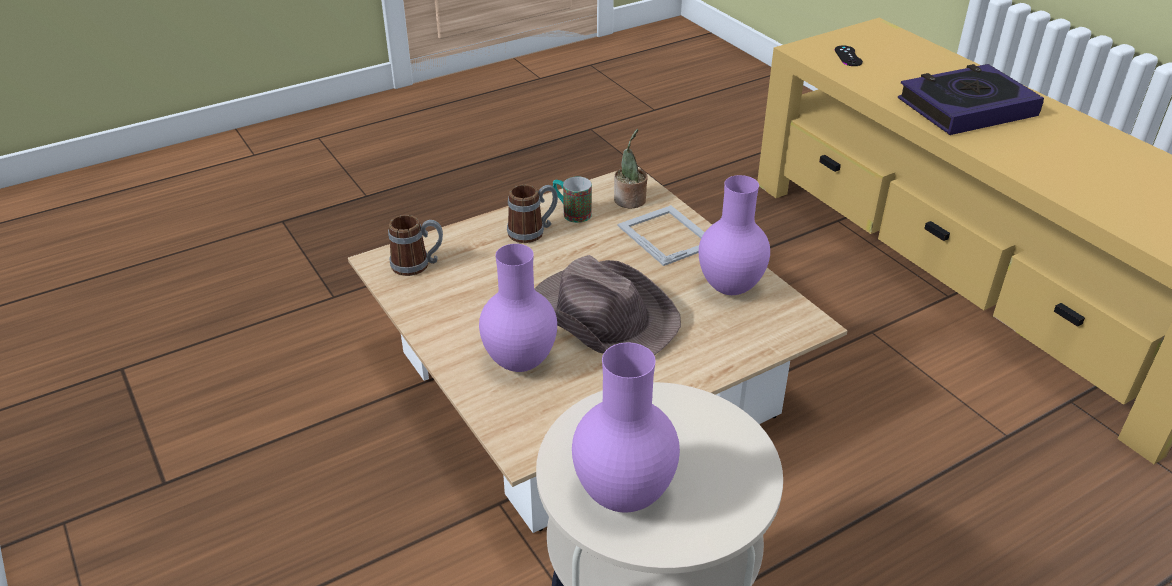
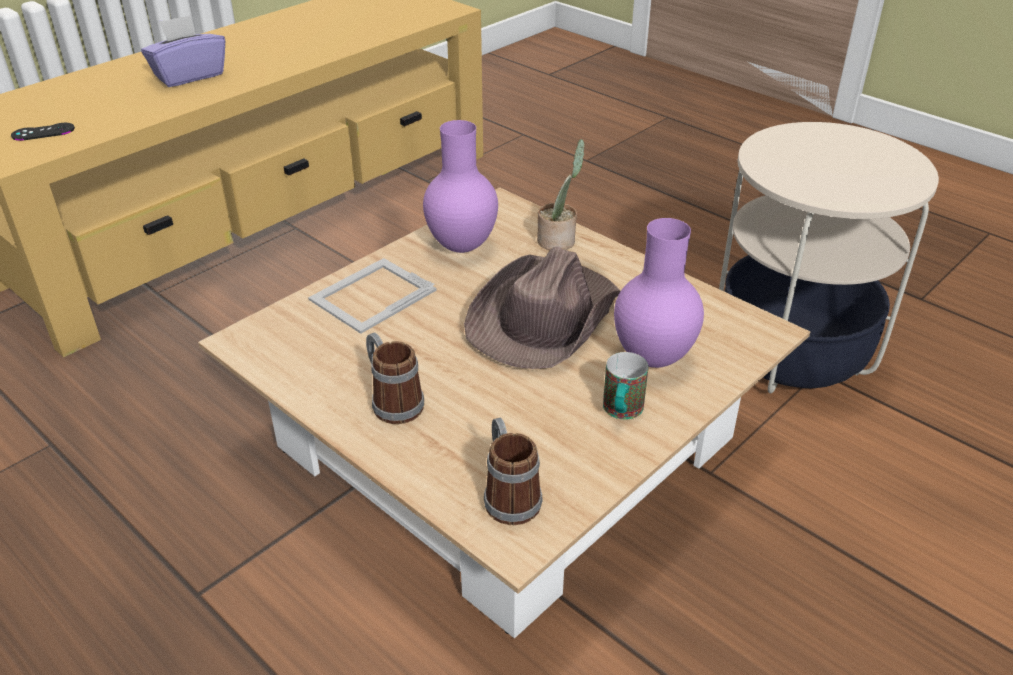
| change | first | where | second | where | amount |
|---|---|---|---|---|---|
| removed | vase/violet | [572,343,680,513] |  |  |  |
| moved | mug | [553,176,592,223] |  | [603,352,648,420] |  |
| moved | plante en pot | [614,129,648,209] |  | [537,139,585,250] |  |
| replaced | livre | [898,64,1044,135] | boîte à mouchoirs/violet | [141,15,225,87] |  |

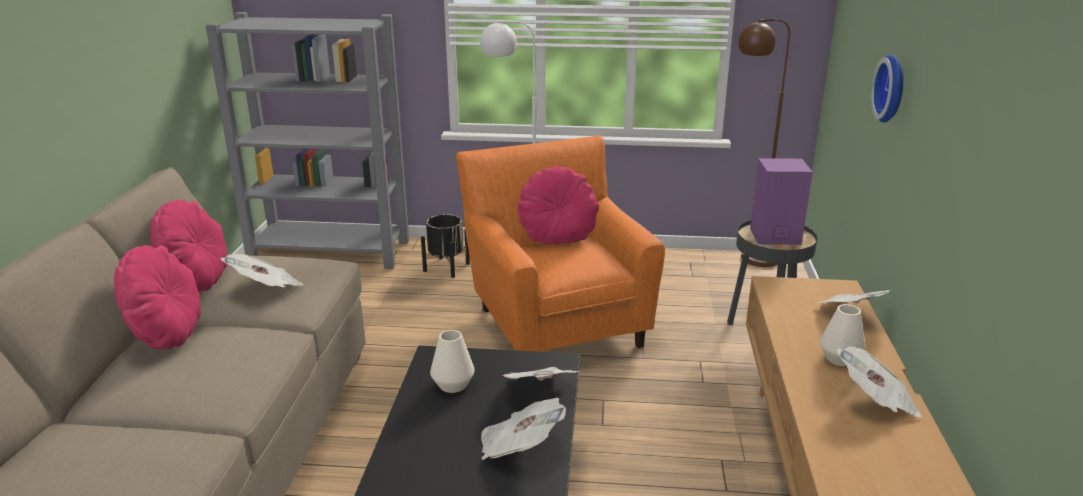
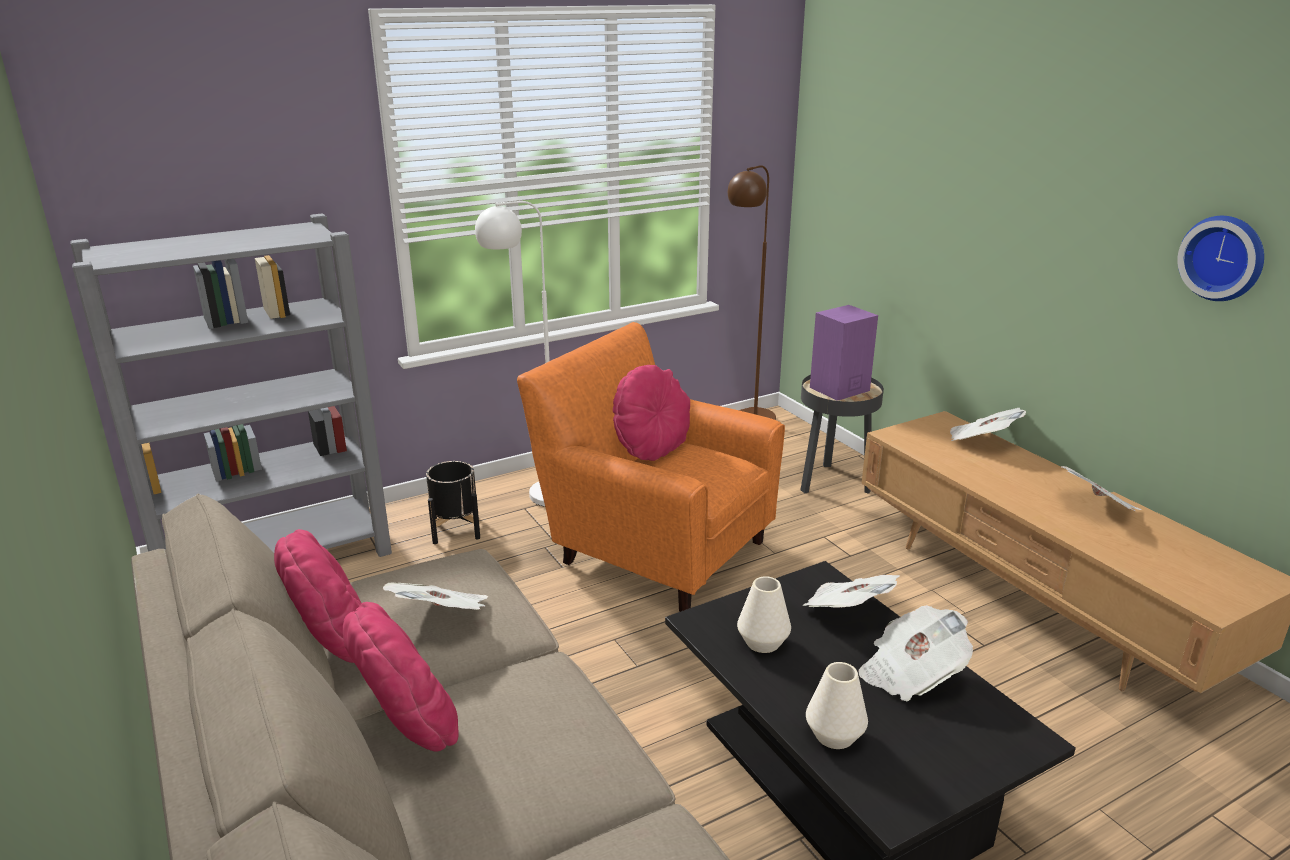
| change | first | where | second | where | amount |
|---|---|---|---|---|---|
| moved | vase/blanc | [820,304,866,366] |  | [806,662,868,749] |  |
| moved | horloge murale | [871,54,903,123] |  | [1177,216,1264,301] |  |

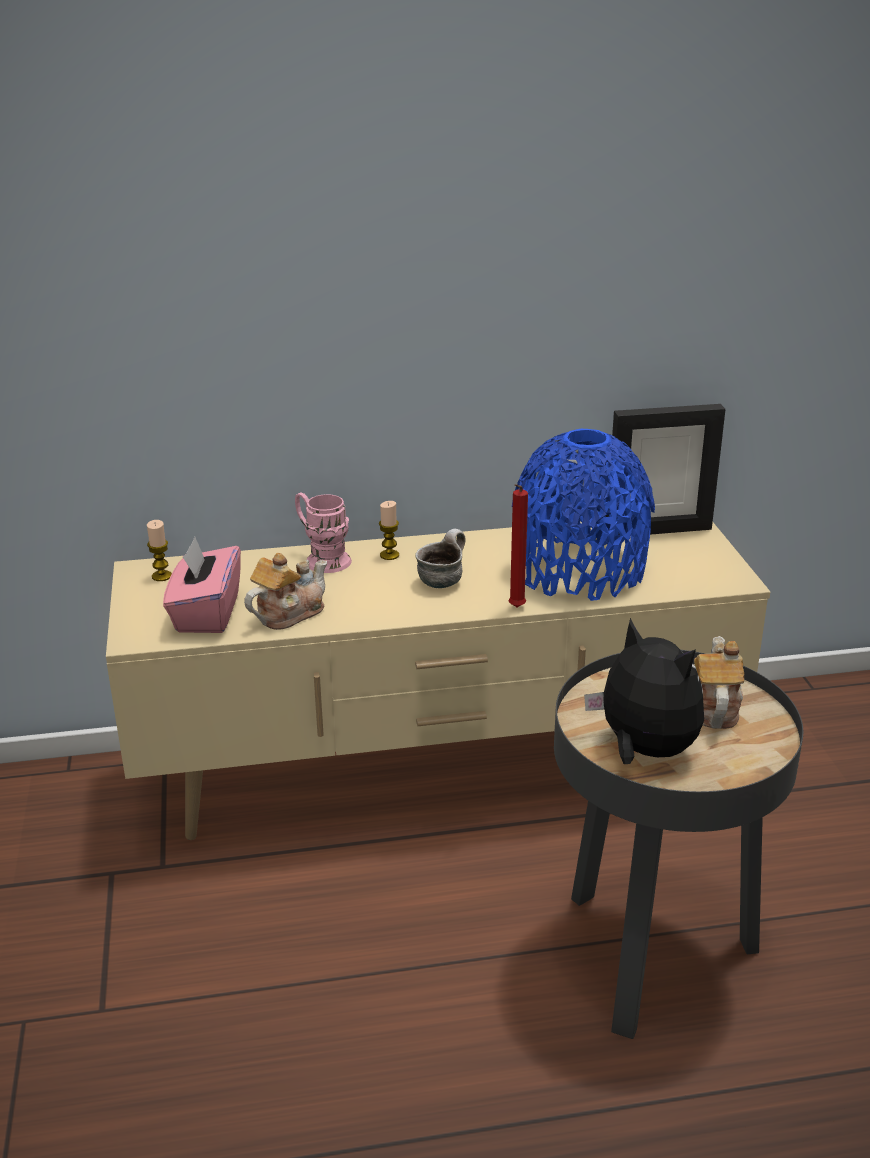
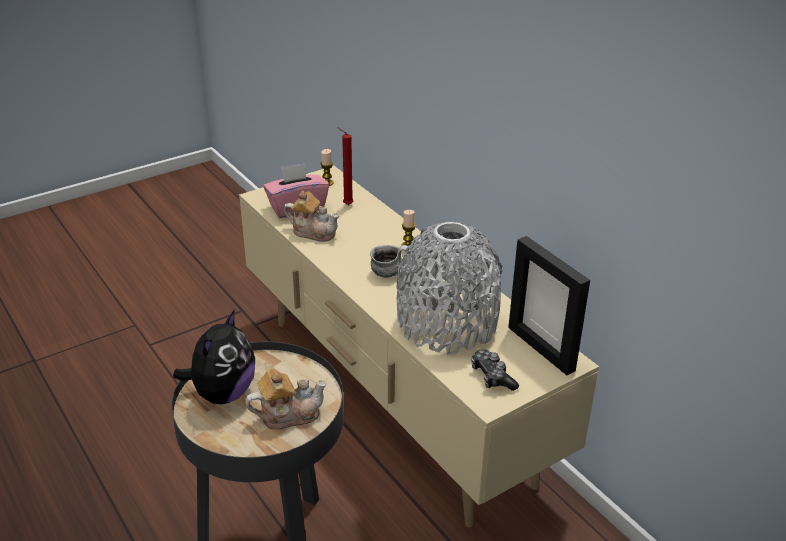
| change | first | where | second | where | amount |
|---|---|---|---|---|---|
| removed | mug/rose | [295,492,352,573] |  |  |  |
| added |  |  | manette | [471,349,519,391] |  |
| moved | bougie/rouge | [508,484,528,607] |  | [337,127,354,205] |  |
| recoloured | vase/bleu | [512,429,655,601] | vase/gris | [397,222,502,355] |  |

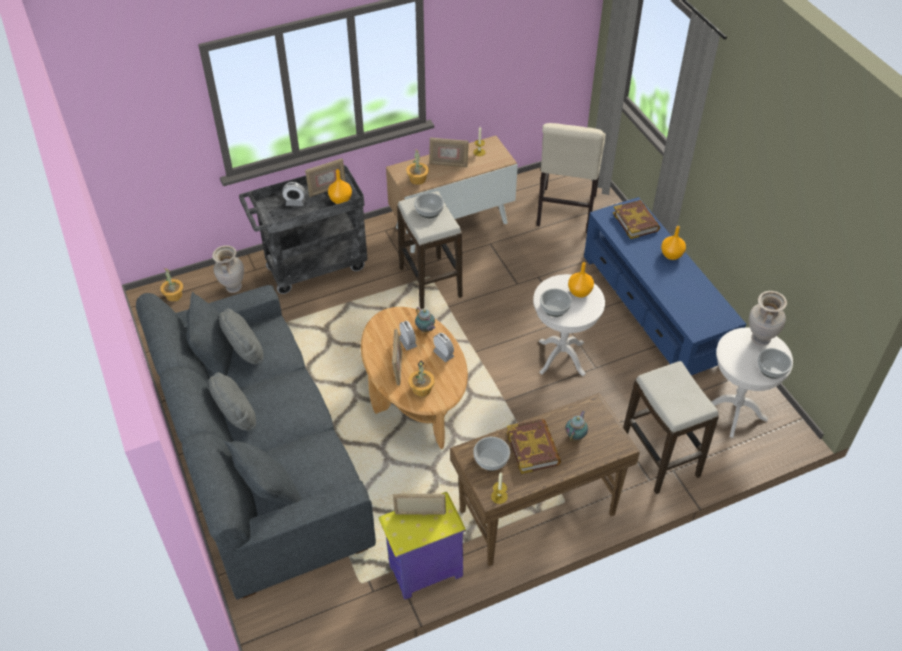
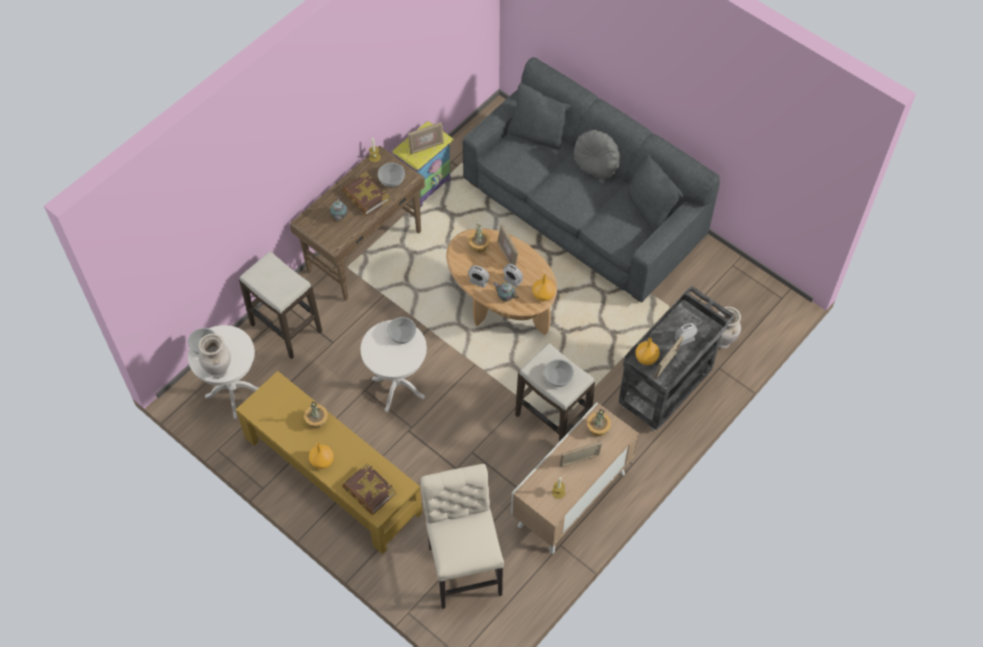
| change | first | where | second | where | amount |
|---|---|---|---|---|---|
| removed | coussin/gris | [219,309,263,365] |  |  |  |
| moved | plante en pot | [160,268,183,302] |  | [304,401,328,429] |  |
| moved | vase/orange | [568,262,594,298] |  | [532,274,555,301] |  |
| recoloured | meuble télé/bleu | [584,197,746,375] | meuble télé/jaune | [236,371,422,554] |  |

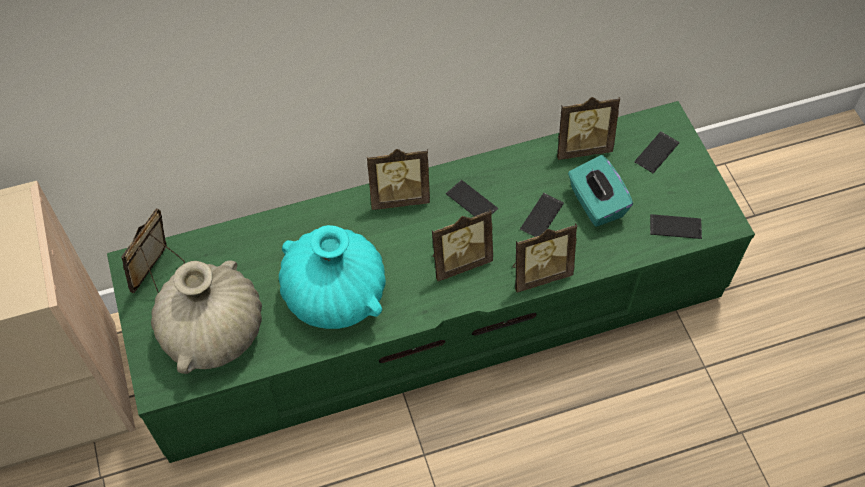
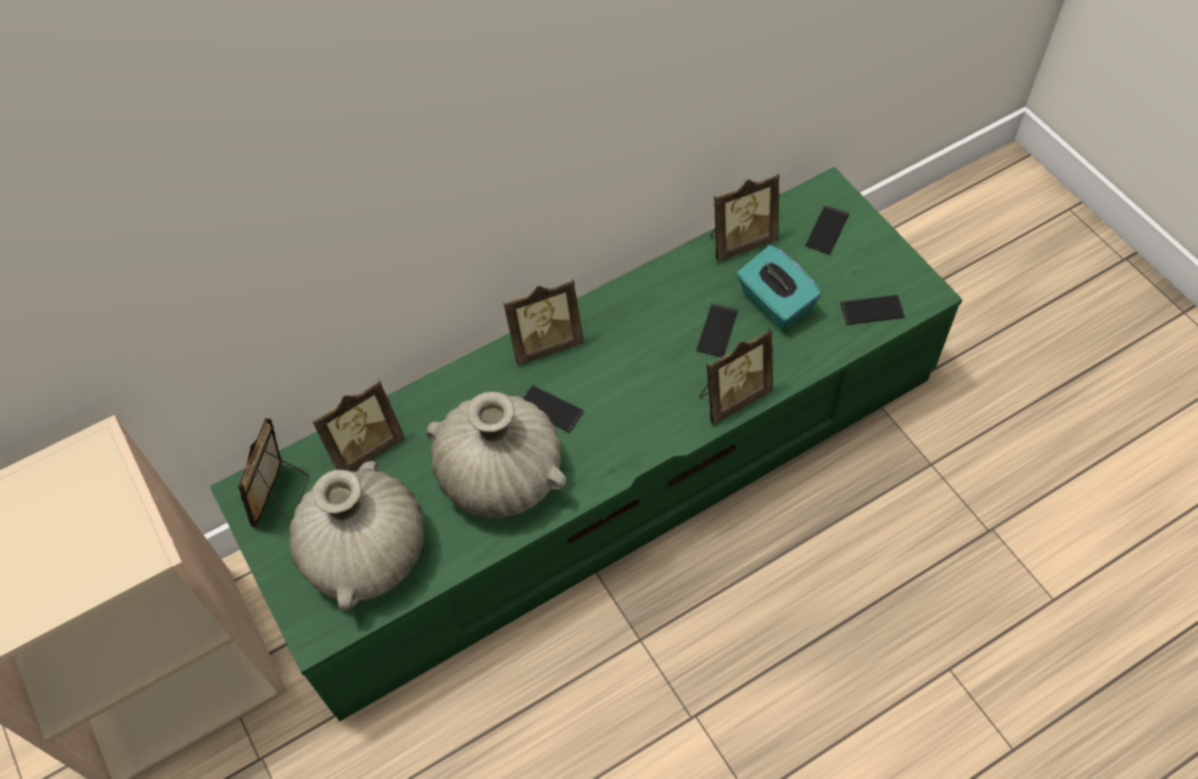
| change | first | where | second | where | amount |
|---|---|---|---|---|---|
| moved | cadre photo | [432,209,493,281] |  | [312,379,405,472] |  |
| moved | téléphone | [446,180,498,217] |  | [523,385,585,433] |  |
| recoloured | vase/turquoise | [279,225,386,329] | vase/beige | [427,392,566,518] |  |

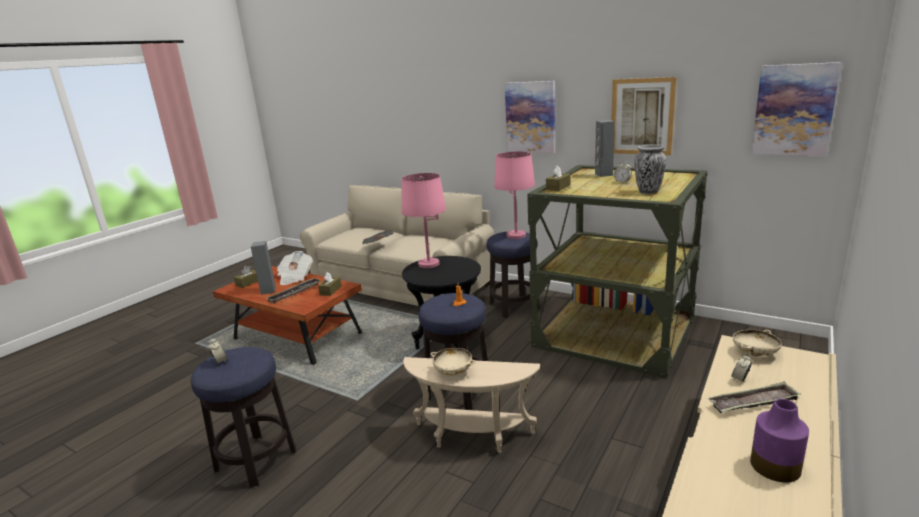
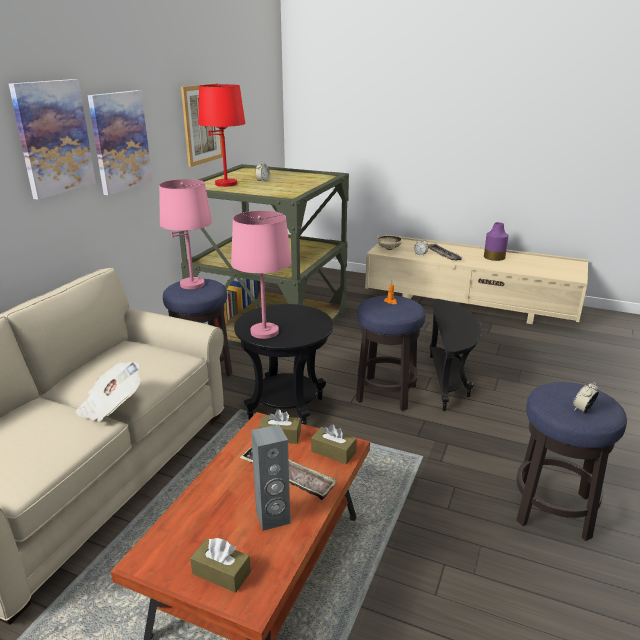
| change | first | where | second | where | amount |
|---|---|---|---|---|---|
| removed | journal | [277,251,313,285] |  |  |  |
| removed | bol/beige | [430,348,476,376] |  |  |  |
| removed | vase | [634,144,666,194] |  |  |  |
| moved | boîte à mouchoirs/marron | [546,165,571,191] |  | [311,424,357,464] |  |
| moved | tableau | [751,62,841,156] |  | [9,79,96,200] |  |
| replaced | enceinte/gris | [595,120,615,177] | lampe de table/rouge | [199,84,245,187] |  |
| recoloured | table d'appoint/beige | [403,357,540,453] | table d'appoint/noir | [430,299,482,411] |  |

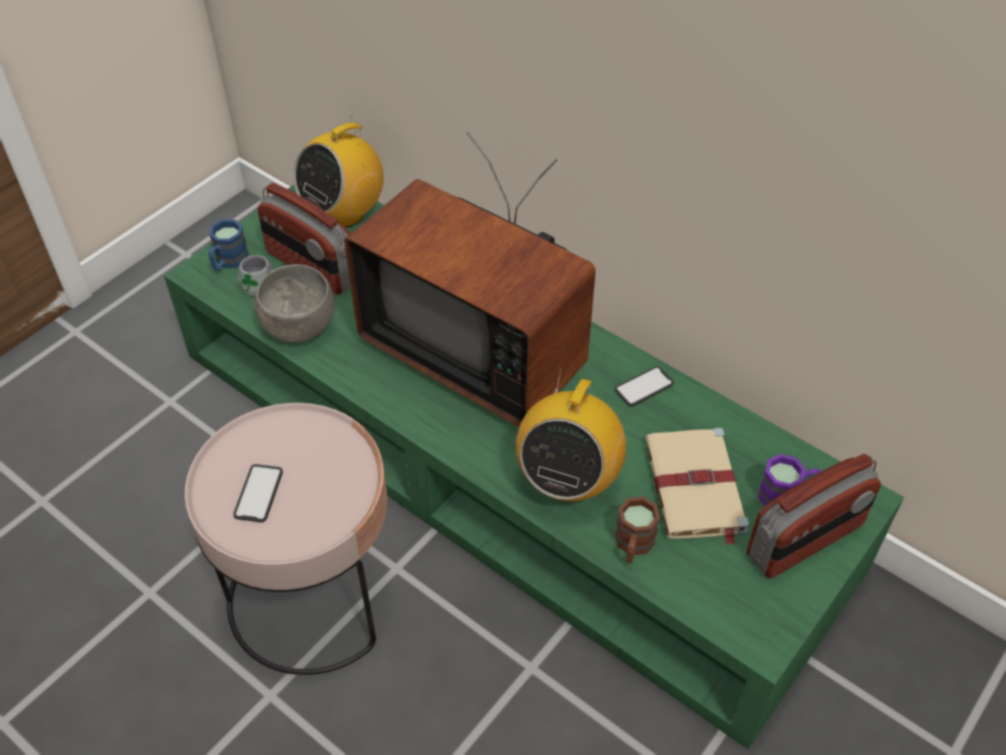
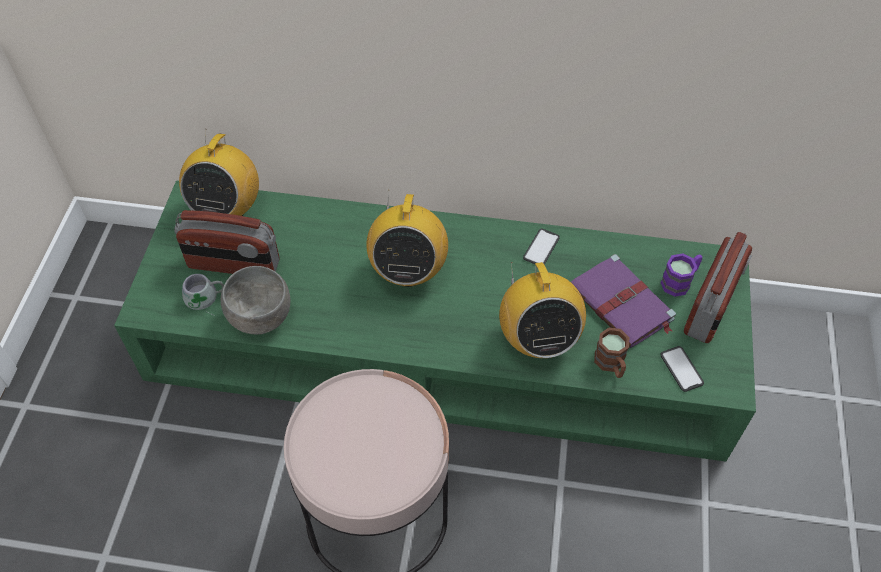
| change | first | where | second | where | amount |
|---|---|---|---|---|---|
| removed | mug/bleu | [208,219,249,271] |  |  |  |
| moved | téléphone | [233,464,283,522] |  | [661,346,704,392] |  |
| replaced | téléviseur | [344,132,596,427] | radio | [367,190,448,287] |  |
| recoloured | livre/beige | [645,428,749,545] | livre/violet | [571,254,676,348] |  |

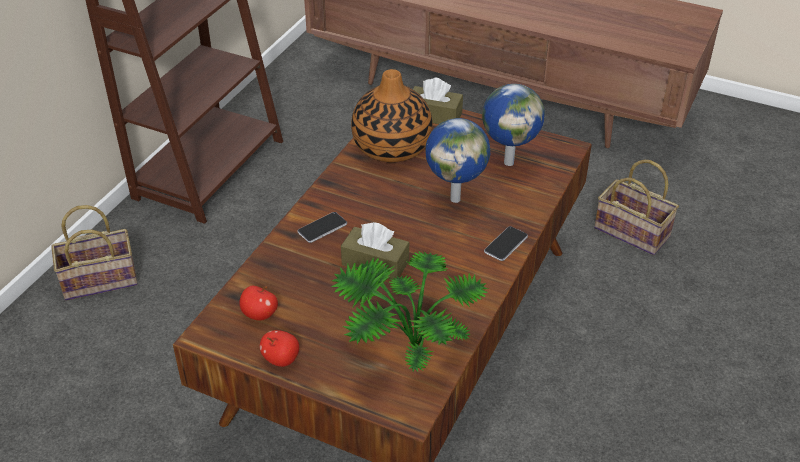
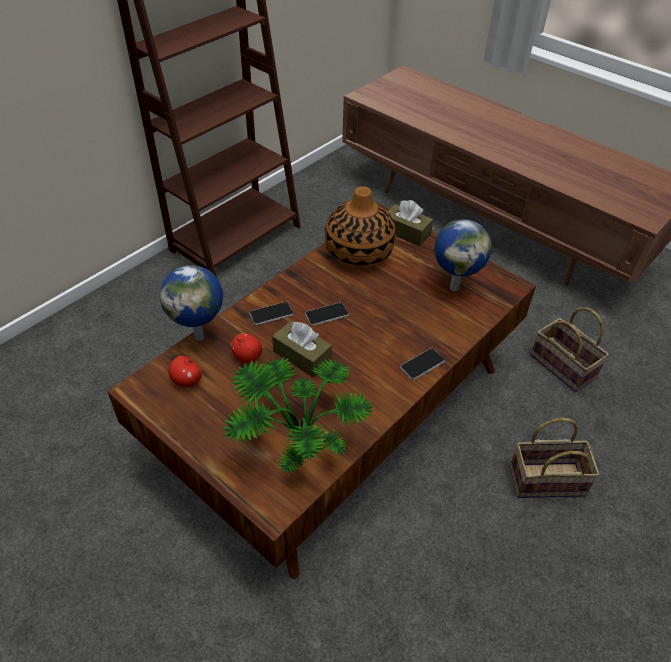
| change | first | where | second | where | amount |
|---|---|---|---|---|---|
| added |  |  | téléphone | [305,302,349,326] |  |
| moved | panier | [51,205,138,301] |  | [510,418,600,498] |  |
| moved | pomme | [260,330,299,367] |  | [231,333,262,364] |  |
| moved | globe | [426,118,490,203] |  | [160,265,223,341] |  |

